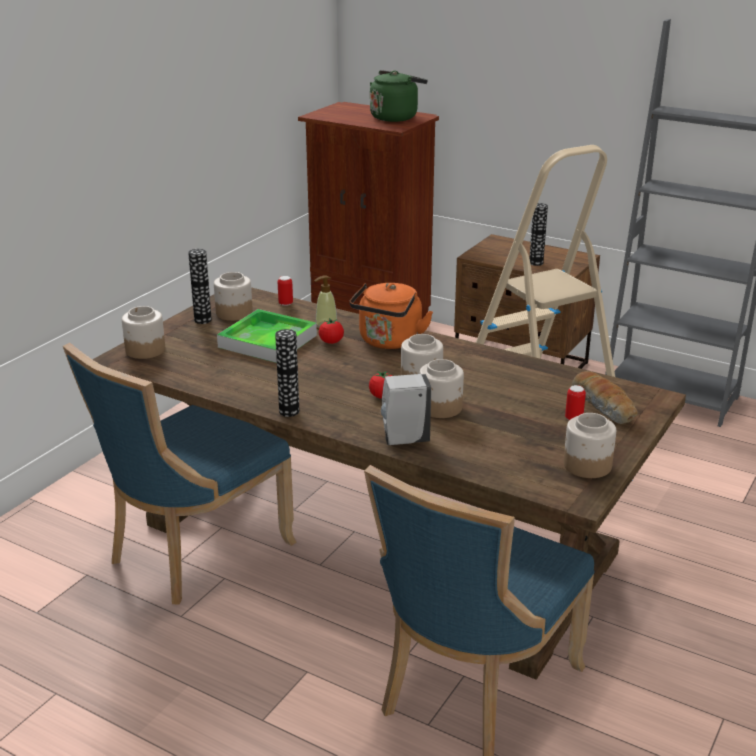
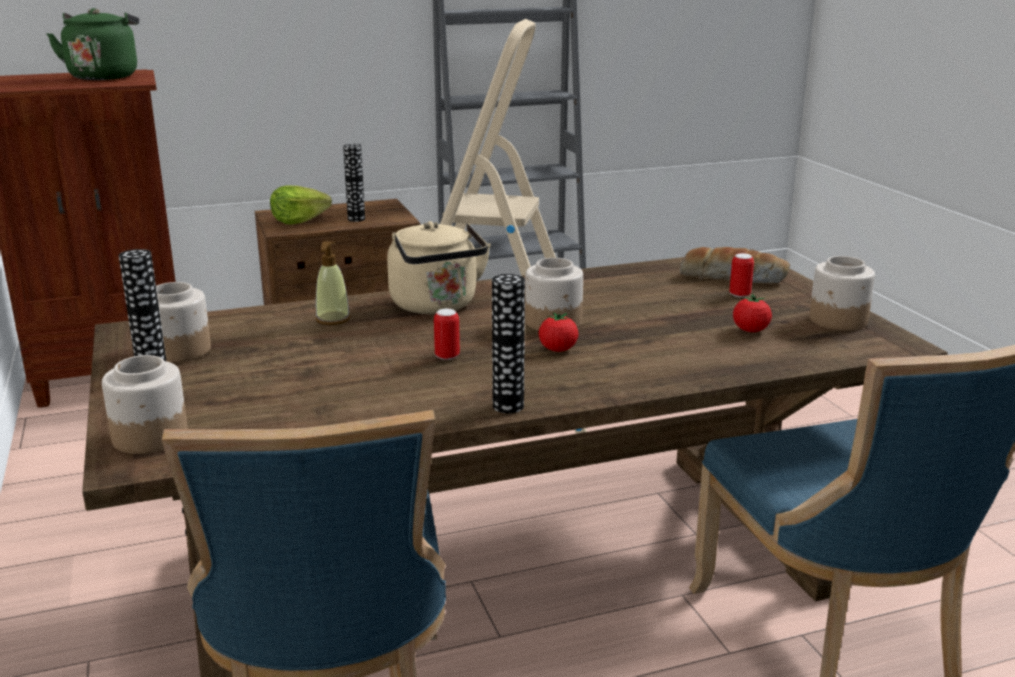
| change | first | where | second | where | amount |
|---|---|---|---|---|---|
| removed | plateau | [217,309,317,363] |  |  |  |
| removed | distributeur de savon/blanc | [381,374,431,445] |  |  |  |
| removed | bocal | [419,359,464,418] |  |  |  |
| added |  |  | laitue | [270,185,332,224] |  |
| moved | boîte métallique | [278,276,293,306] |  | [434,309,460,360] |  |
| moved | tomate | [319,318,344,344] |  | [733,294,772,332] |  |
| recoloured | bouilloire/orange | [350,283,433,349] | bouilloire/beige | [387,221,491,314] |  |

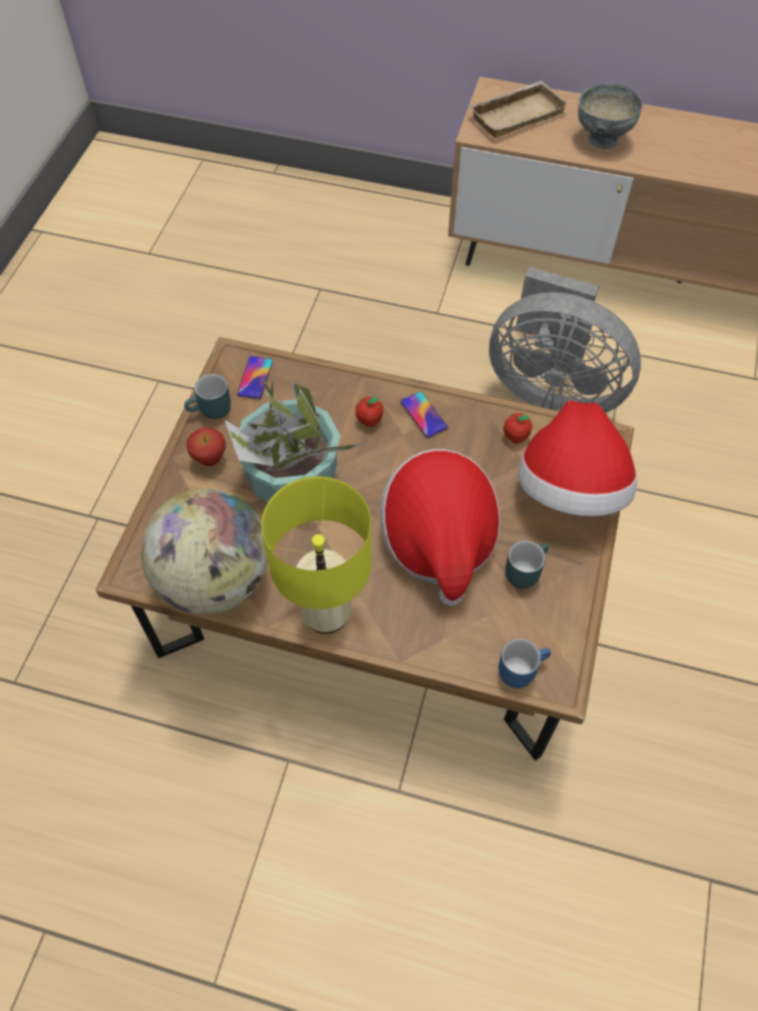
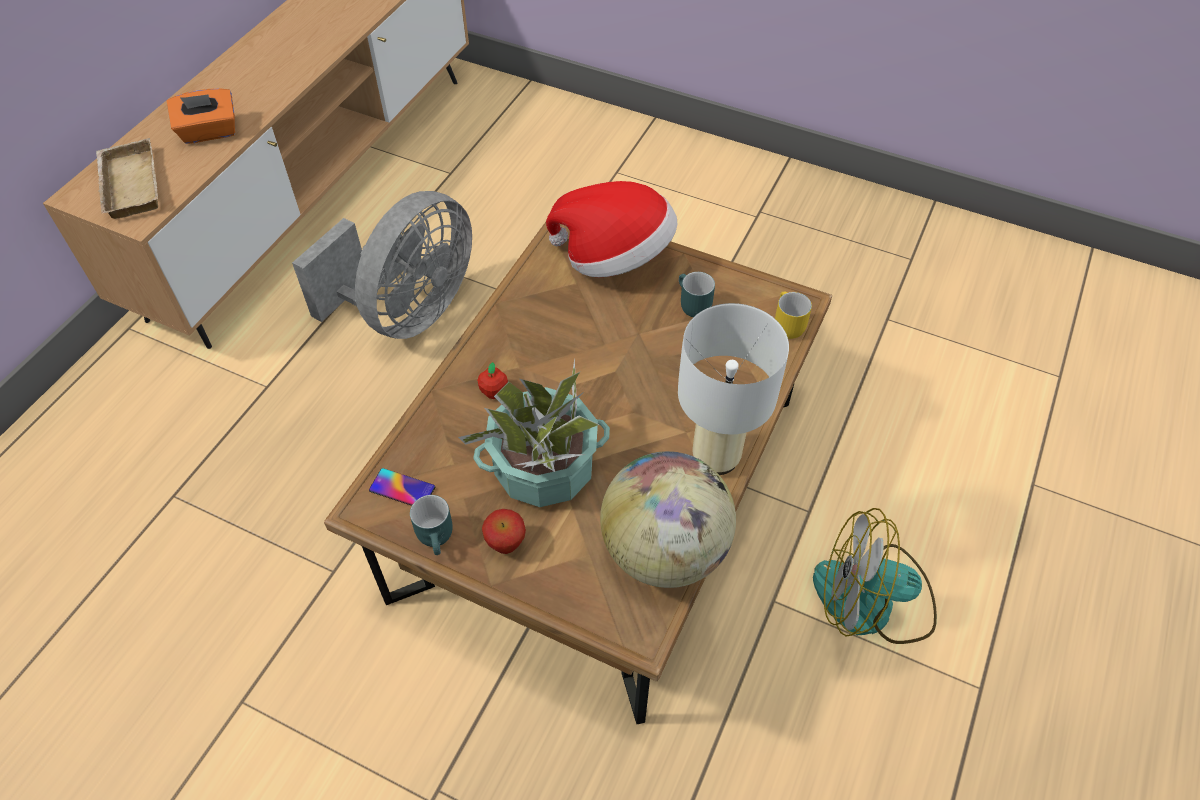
| change | first | where | second | where | amount |
|---|---|---|---|---|---|
| removed | chapeau | [380,449,500,606] |  |  |  |
| removed | téléphone | [400,392,448,438] |  |  |  |
| removed | pomme | [503,413,533,444] |  |  |  |
| added |  |  | ventilateur | [813,508,937,644] |  |
| replaced | bol/gris | [578,83,643,149] | boîte à mouchoirs/orange | [167,88,235,144] |  |
| recoloured | lampe de table/jaune | [262,476,372,634] | lampe de table/blanc | [678,303,789,475] |  |
| recoloured | mug/bleu | [499,639,551,688] | mug/jaune | [775,291,812,339] |  |

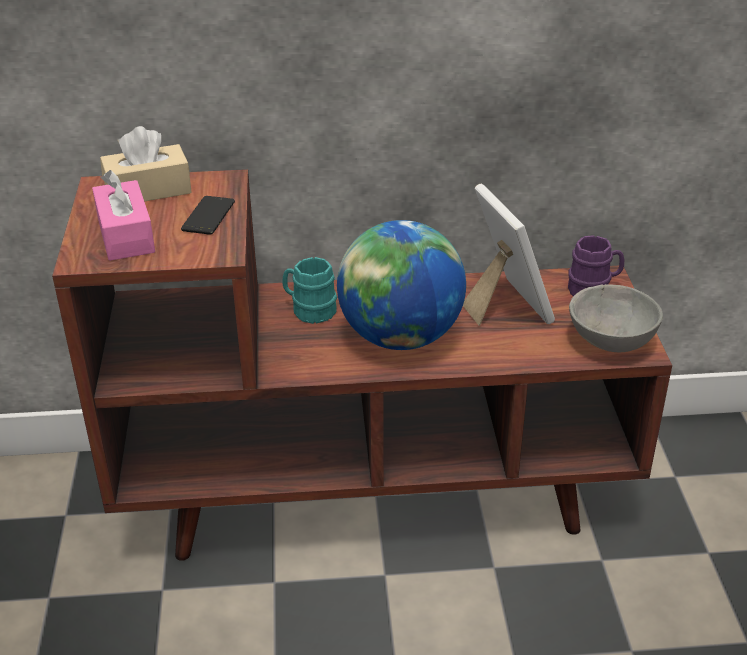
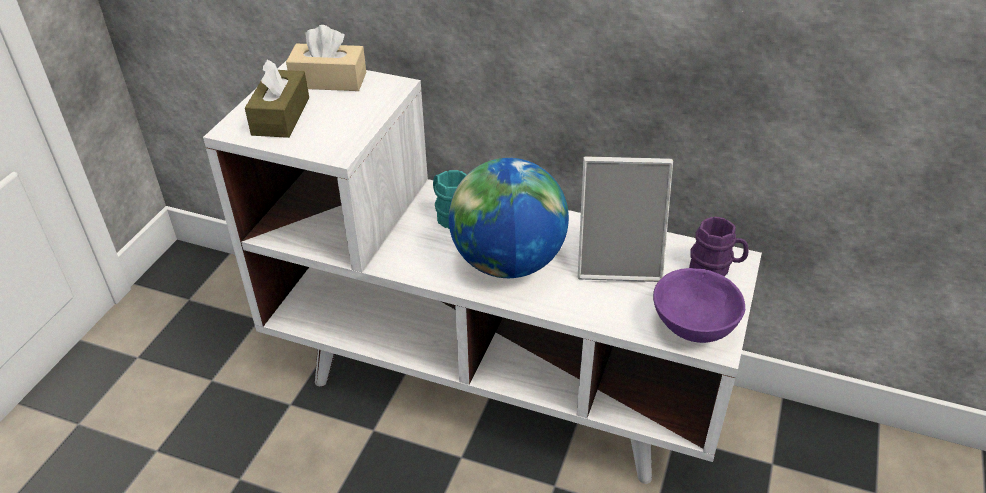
| change | first | where | second | where | amount |
|---|---|---|---|---|---|
| removed | téléphone | [181,196,235,235] |  |  |  |
| recoloured | meuble télé/marron | [52,169,672,561] | meuble télé/blanc | [203,60,762,484] |  |
| recoloured | boîte à mouchoirs/rose | [92,170,155,261] | boîte à mouchoirs/marron | [245,60,309,138] |  |
| recoloured | bol/gris | [569,284,663,352] | bol/violet | [653,268,745,343] |  |
| turned | cadre photo | [463,184,555,326] |  | [578,156,673,282] | 90 degrees clockwise |

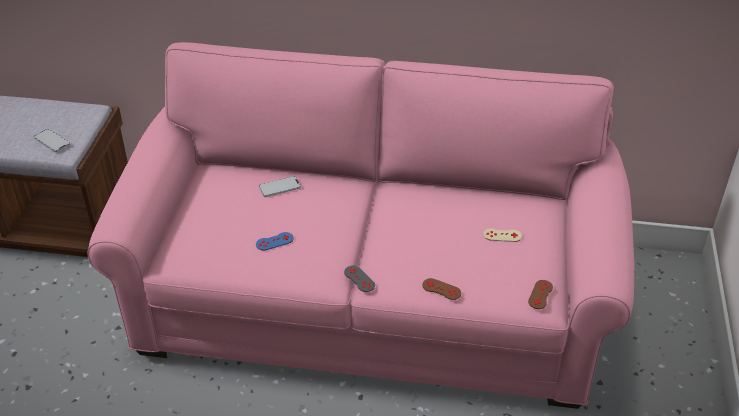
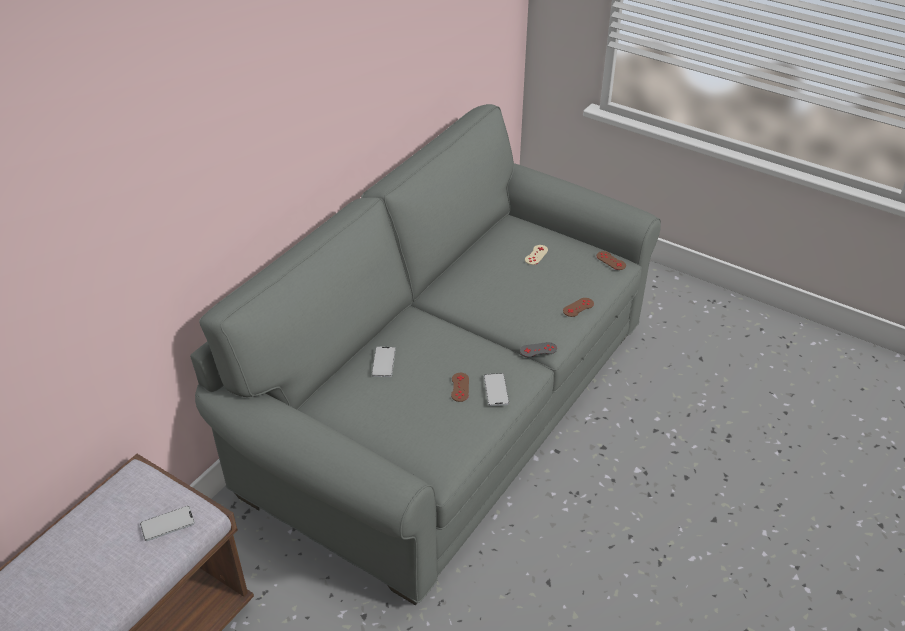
| change | first | where | second | where | amount |
|---|---|---|---|---|---|
| added |  |  | téléphone | [484,373,509,406] |  |
| recoloured | canapé/rose | [88,42,634,409] | canapé/gris | [190,104,661,605] |  |
| recoloured | manette/bleu | [256,232,294,251] | manette/marron | [451,373,469,402] |  |

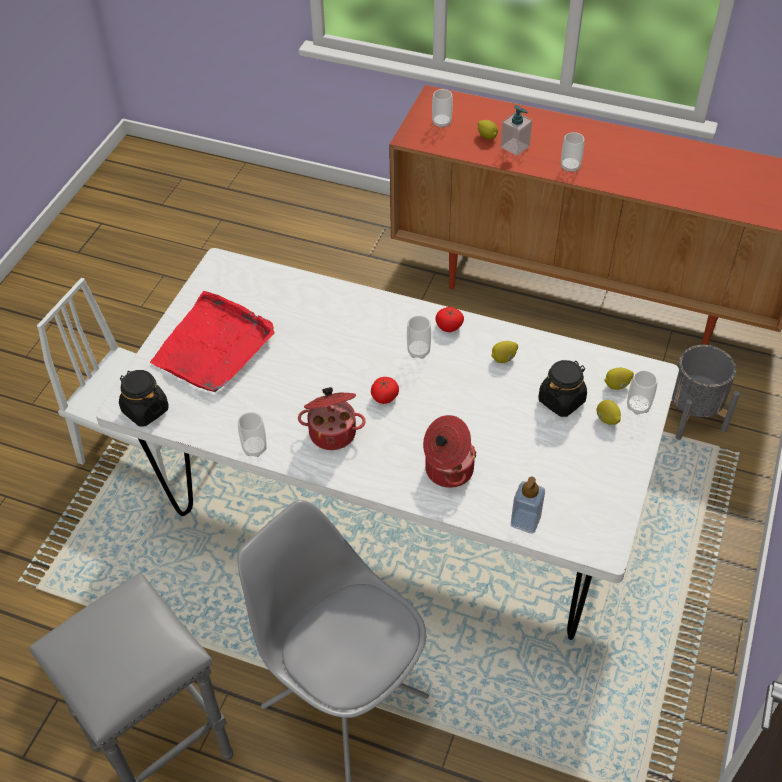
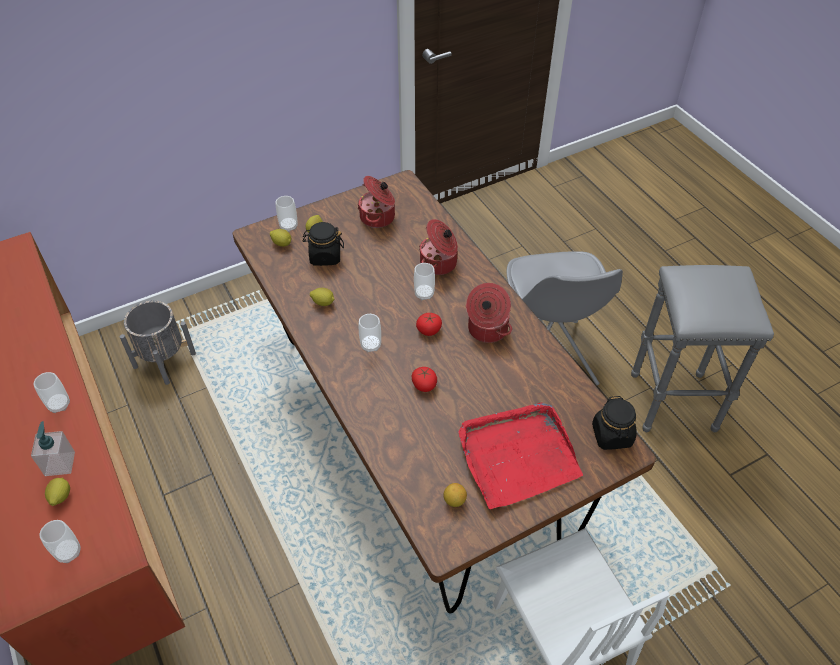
| change | first | where | second | where | amount |
|---|---|---|---|---|---|
| removed | distributeur de savon | [511,477,545,534] |  |  |  |
| added |  |  | marmite | [357,176,395,228] |  |
| added |  |  | citron | [443,483,467,507] |  |
| moved | tasse | [238,412,267,457] |  | [414,263,435,300] |  |
| moved | tomate | [435,307,464,332] |  | [412,367,437,392] |  |
| recoloured | table à manger/blanc | [95,248,679,640] | table à manger/marron | [233,170,656,614] |  |

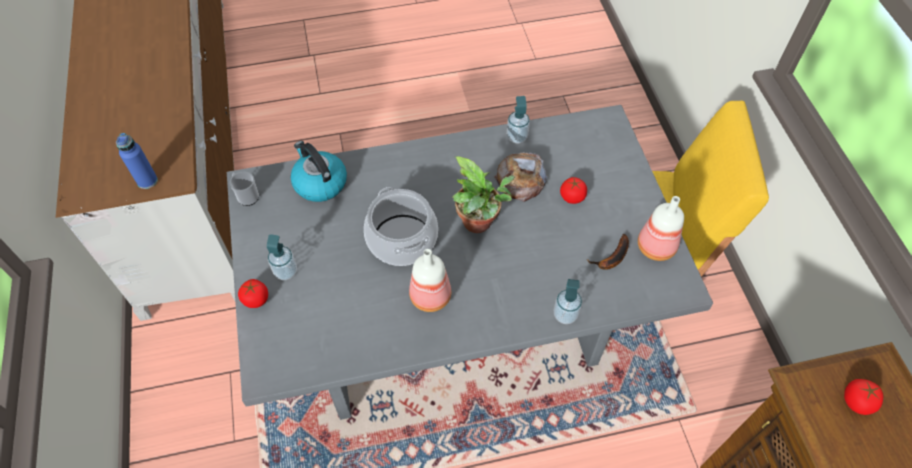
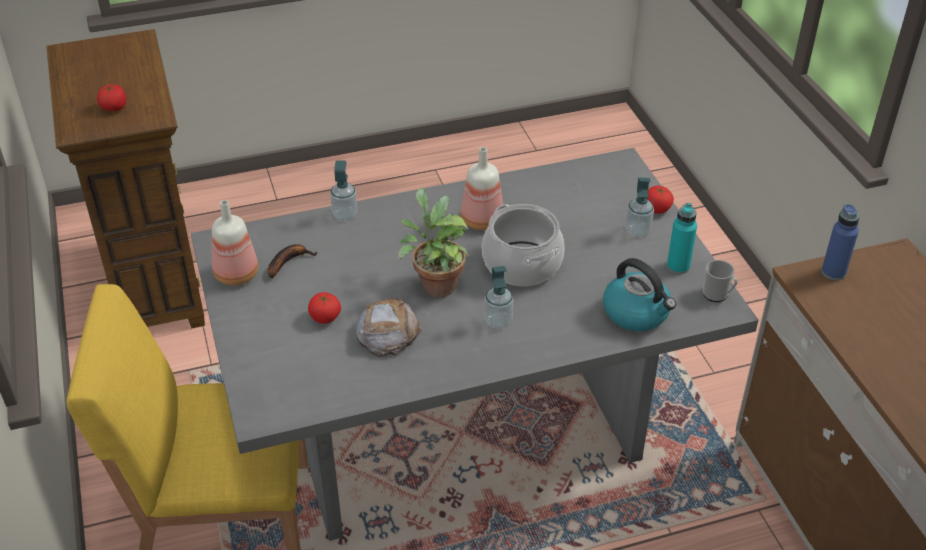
| change | first | where | second | where | amount |
|---|---|---|---|---|---|
| added |  |  | bouteille/turquoise | [667,203,697,274] |  |
| moved | distributeur de savon | [507,96,530,143] |  | [485,266,513,329] |  |

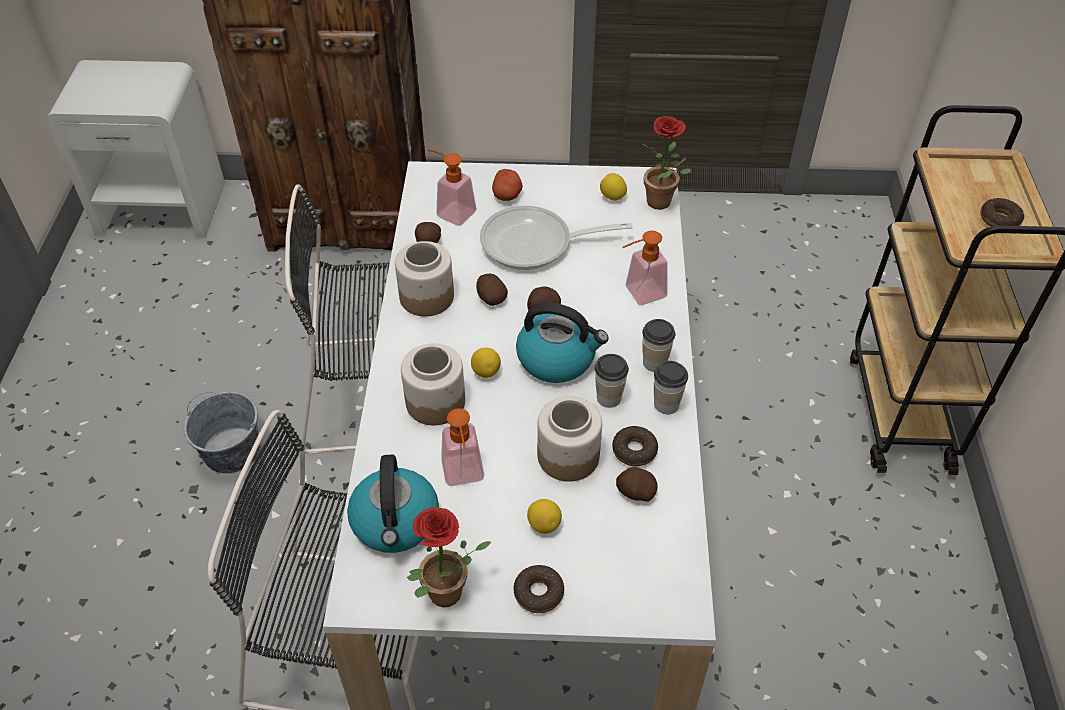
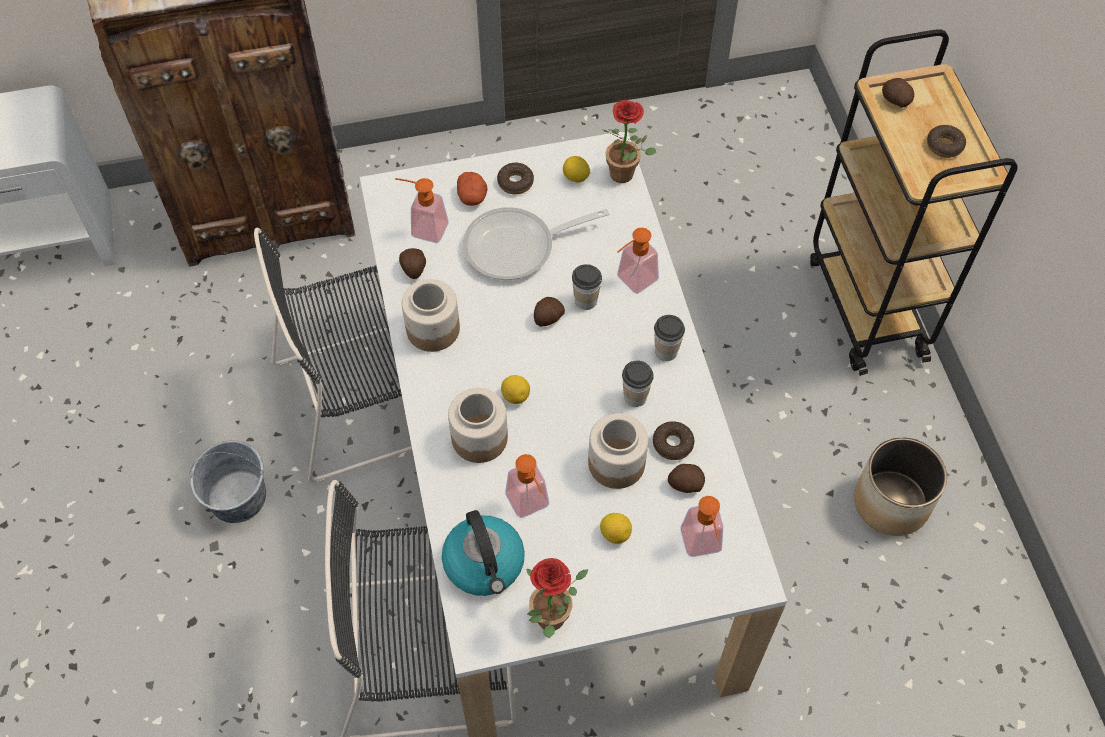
| change | first | where | second | where | amount |
|---|---|---|---|---|---|
| removed | bouilloire | [516,303,609,383] |  |  |  |
| added |  |  | distributeur de savon | [680,496,724,557] |  |
| added |  |  | cache-pot | [854,437,947,536] |  |
| moved | pomme de terre | [476,274,508,306] |  | [882,78,914,108] |  |
| moved | beignet | [514,565,564,613] |  | [497,163,534,194] |  |
| moved | tasse | [654,361,688,414] |  | [572,264,602,310] |  |

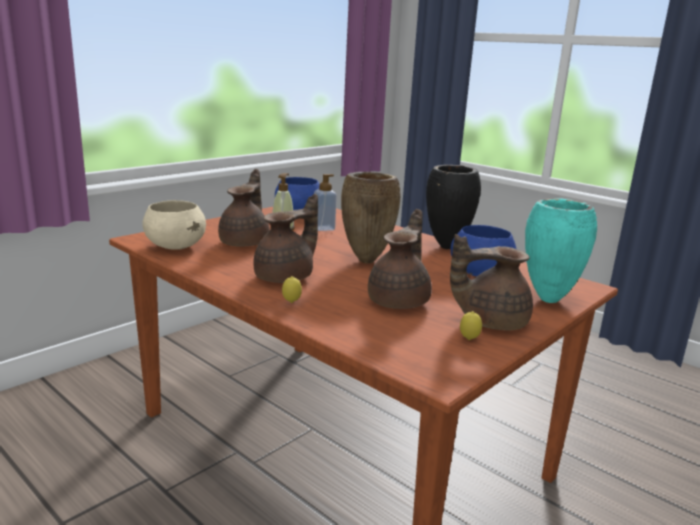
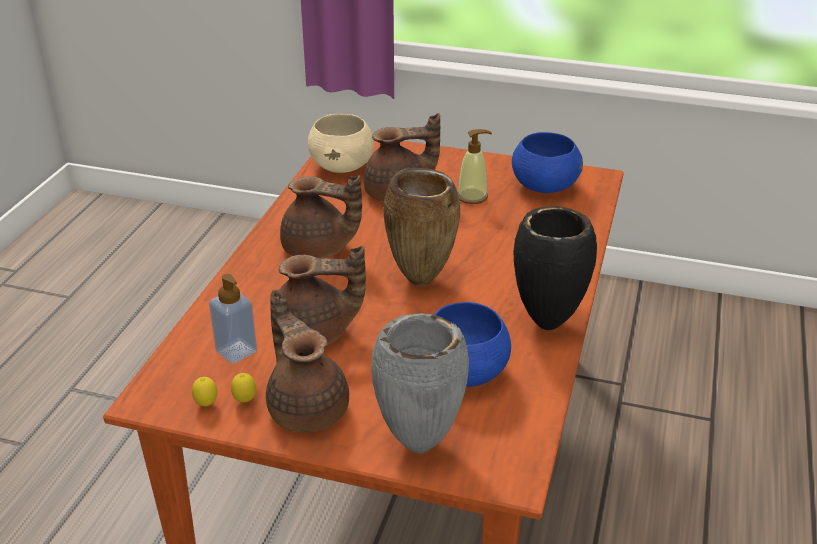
| change | first | where | second | where | amount |
|---|---|---|---|---|---|
| moved | citron | [282,276,302,303] |  | [192,377,217,406] |  |
| moved | distributeur de savon | [314,174,337,231] |  | [209,274,257,364] |  |
| recoloured | vase/turquoise | [525,198,597,303] | vase/gris | [371,313,469,454] |  |

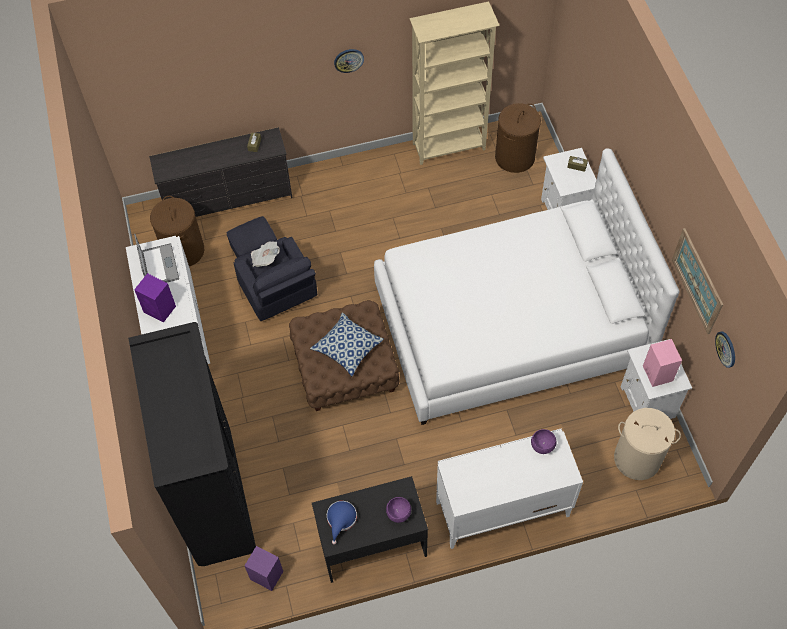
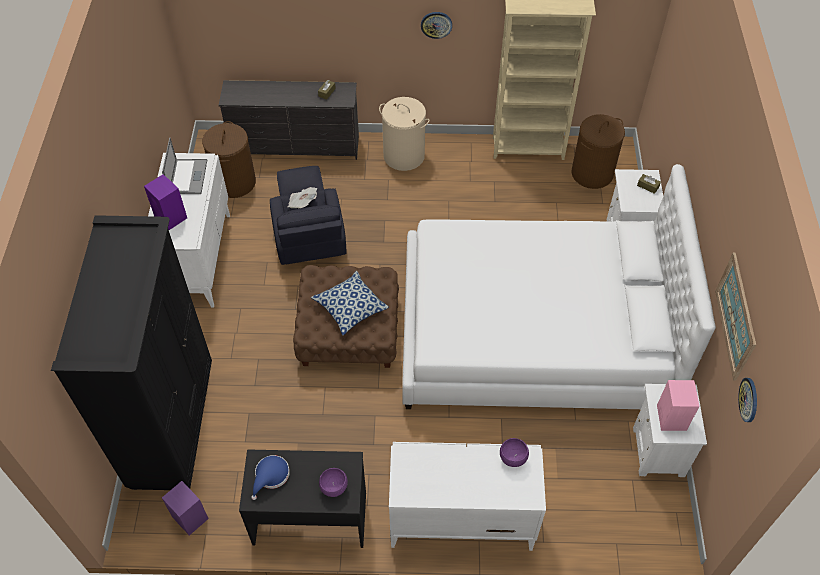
| change | first | where | second | where | amount |
|---|---|---|---|---|---|
| moved | panier à linge/beige | [614,408,681,480] |  | [379,97,430,171] |  |

